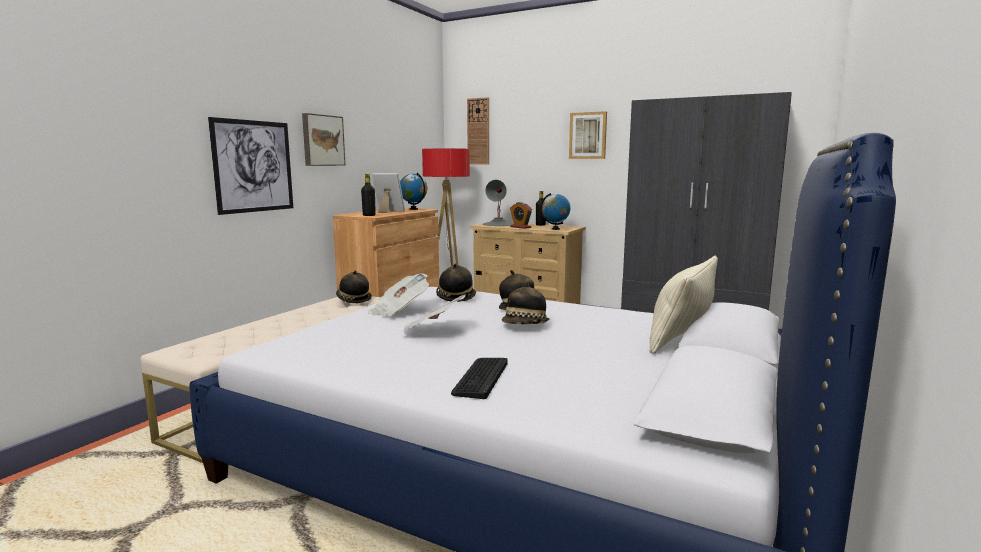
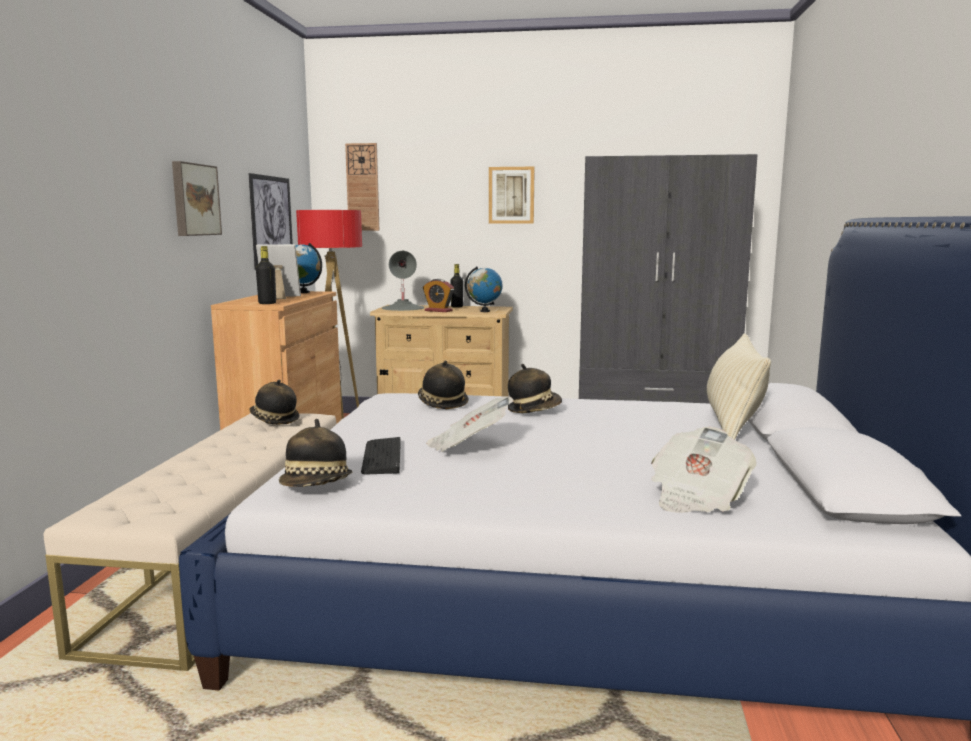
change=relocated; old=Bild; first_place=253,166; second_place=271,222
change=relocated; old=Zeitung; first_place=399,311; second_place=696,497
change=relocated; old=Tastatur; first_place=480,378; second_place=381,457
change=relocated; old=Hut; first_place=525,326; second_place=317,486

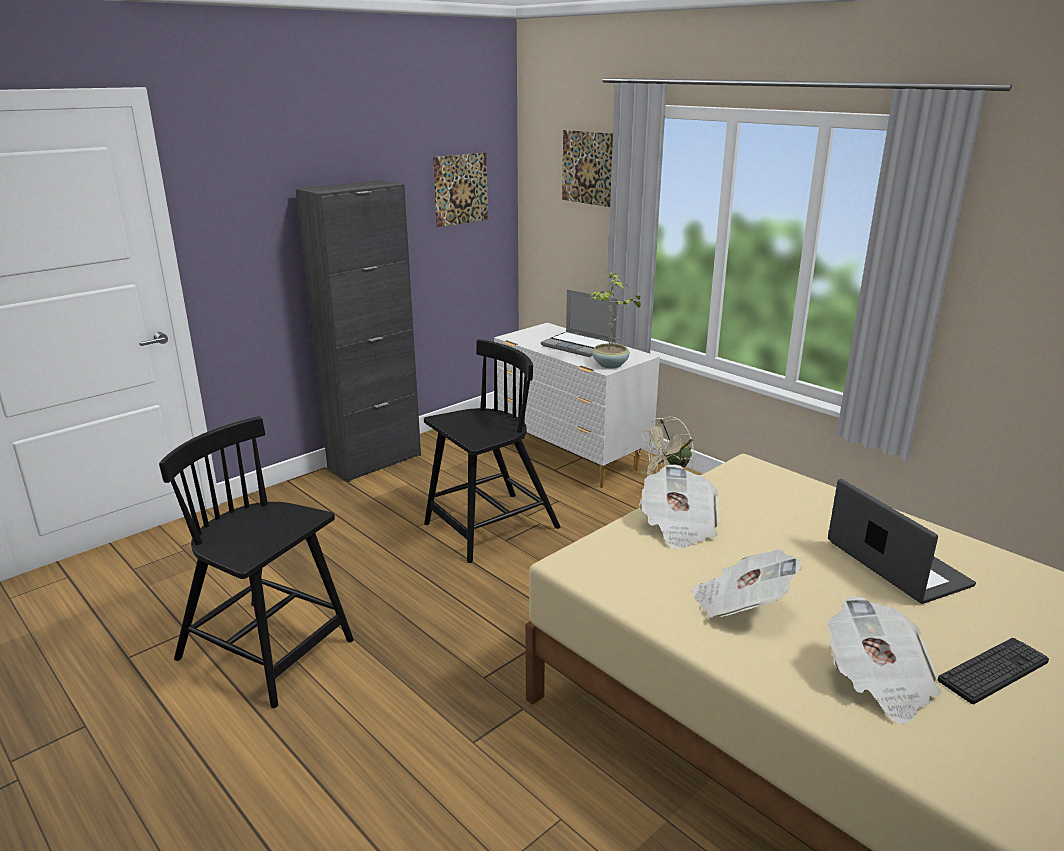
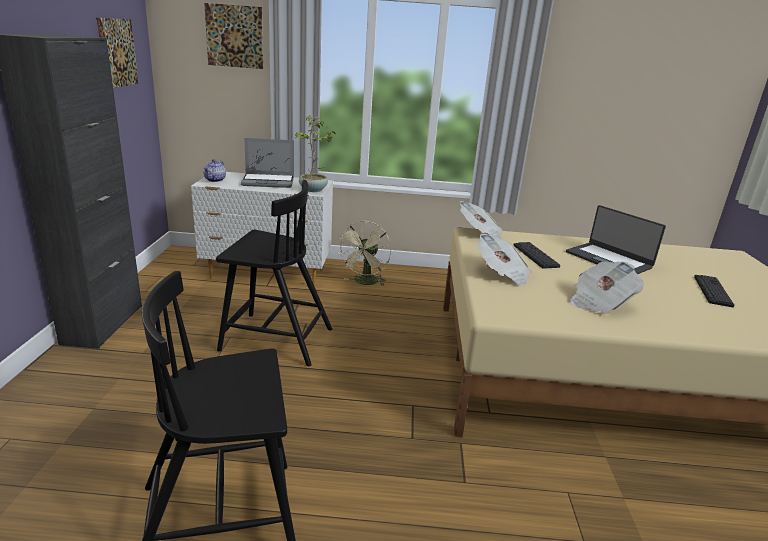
change=spun; old=Stuhl (schwarz); first_place=490,527; second_place=275,339; degrees=90
change=spun; old=Laptop; first_place=896,564; second_place=609,260; degrees=-150
change=relocated; old=Zeitung; first_place=878,682; second_place=480,233
change=appeared; new=Teekanne; second_place=215,180
change=appeared; new=Tastatur; second_place=535,255

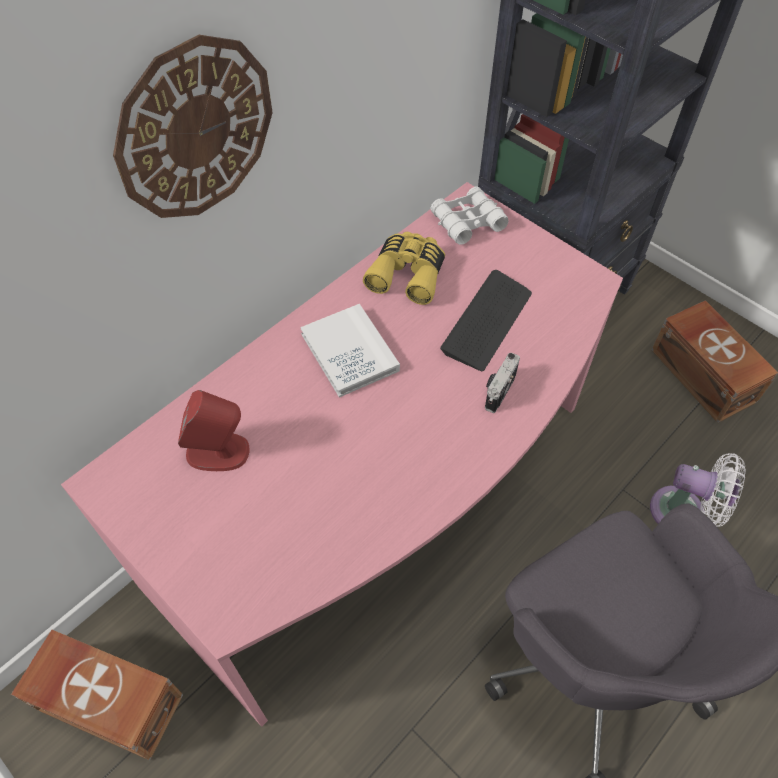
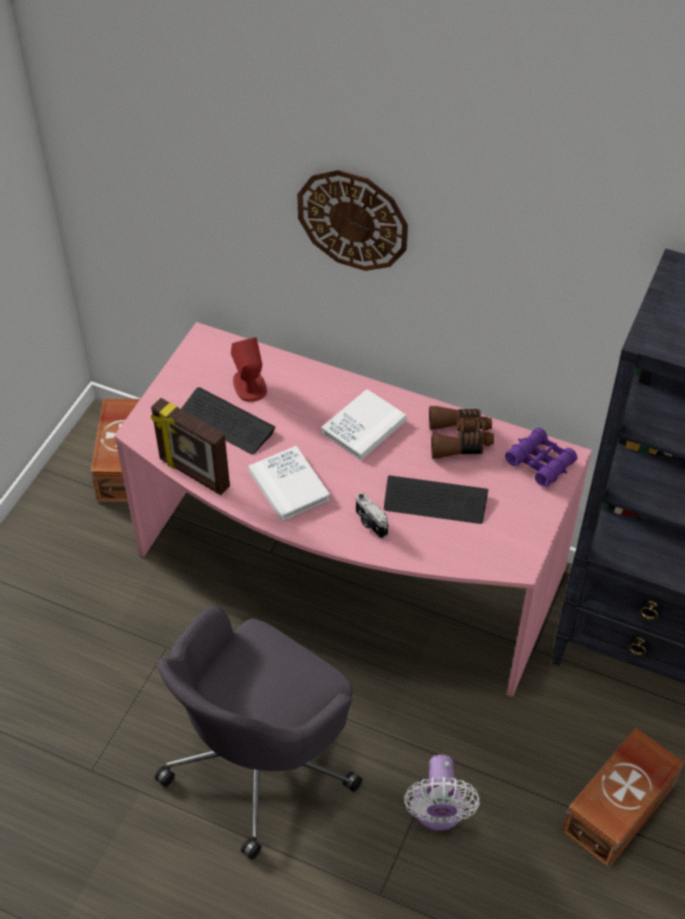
change=colour; old=Fernglas (gelb); new=Fernglas (braun); first_place=408,274; second_place=459,439
change=colour; old=Fernglas (weiß); new=Fernglas (lila); first_place=467,222; second_place=540,462
change=spun; old=Kamera; first_place=498,390; second_place=370,524; degrees=-135
change=appeared; new=Bilderrahmen; second_place=193,474
change=appeared; new=Tastatur; second_place=226,422
change=appeared; new=Buch (weiß); second_place=289,485

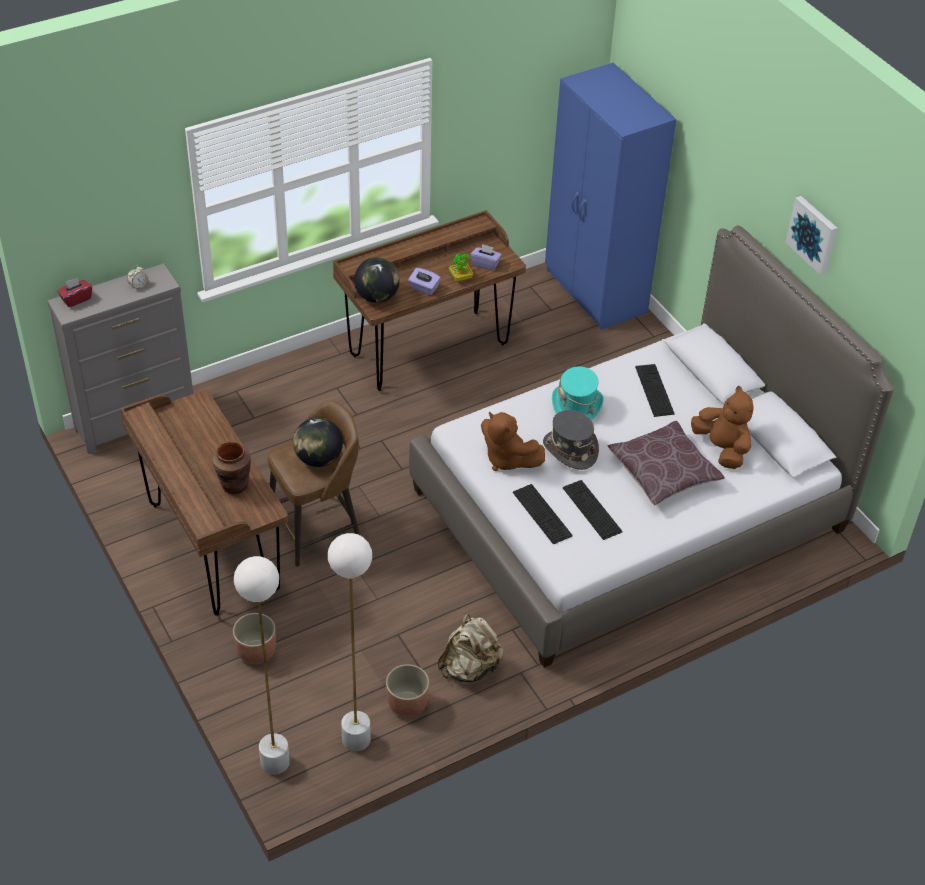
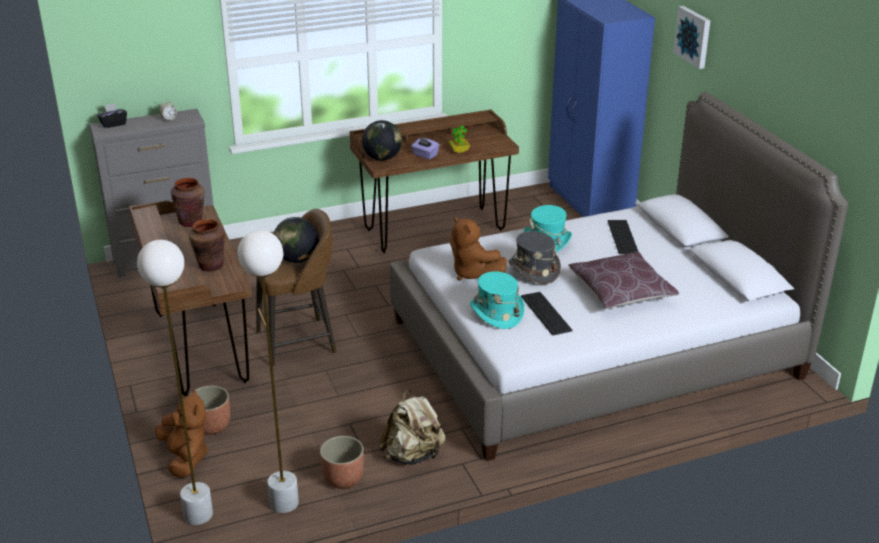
change=colour; old=Taschentuchbox (rot); new=Taschentuchbox (schwarz); first_place=76,299; second_place=113,124
change=missing; old=Taschentuchbox (lila); first_place=485,264
change=exchanged; old=Tastatur; new=Hut (türkis); first_place=542,514; second_place=496,313
change=relocated; old=Plüschtier (braun); first_place=722,449; second_place=185,458
change=relocated; old=Bild; first_place=813,234; second_place=693,36
change=appeared; new=Vase (braun); second_place=191,222

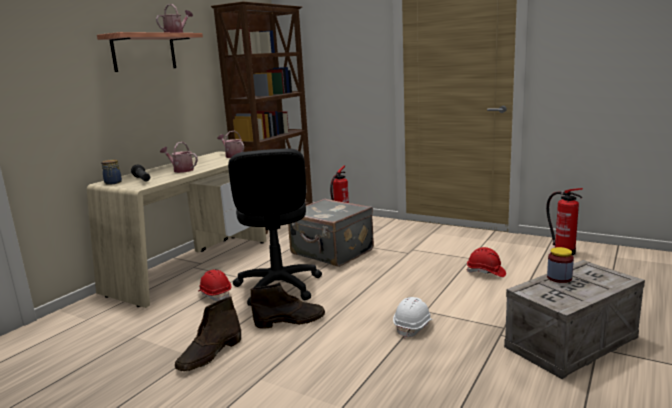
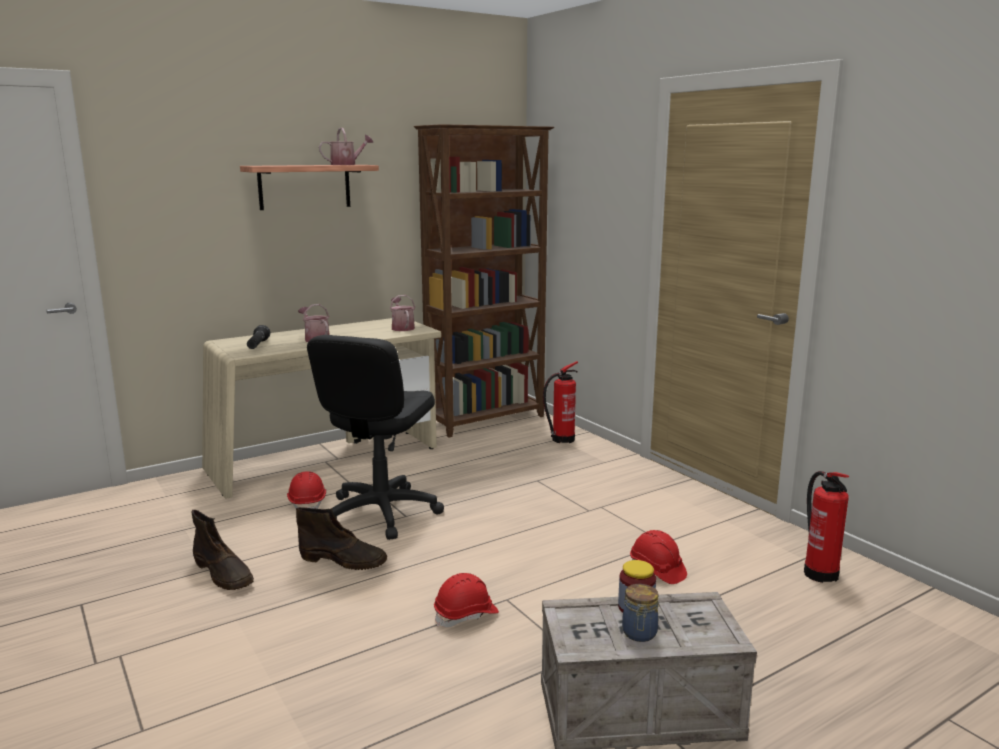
change=relocated; old=Vorratsglas; first_place=113,183; second_place=639,634
change=spun; old=Stiefel (braun); first_place=210,355; second_place=224,574; degrees=-105
change=missing; old=Koffer (grau); first_place=331,253
change=colour; old=Schutzhelm (weiß); new=Schutzhelm (rot); first_place=413,326; second_place=466,615

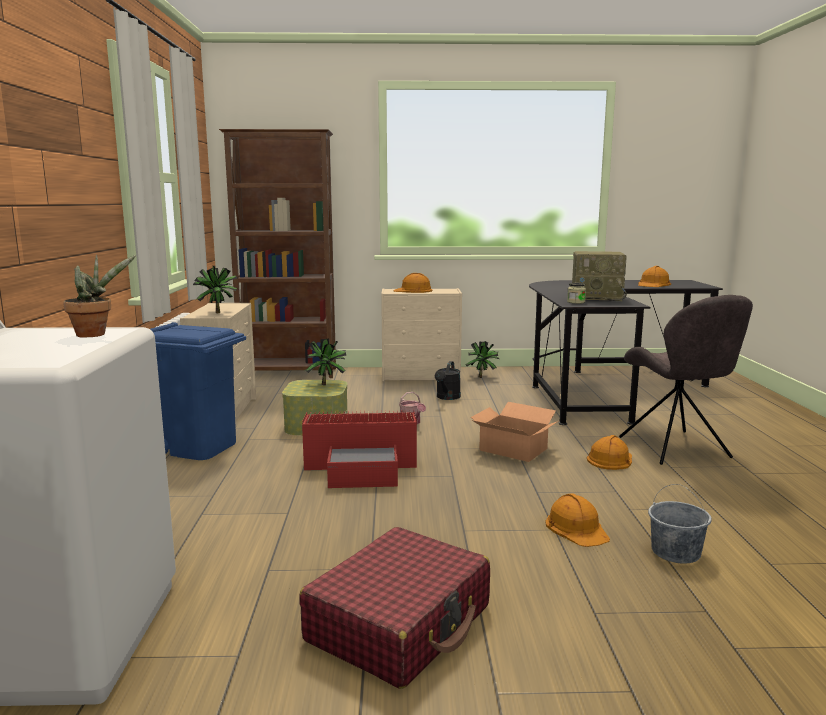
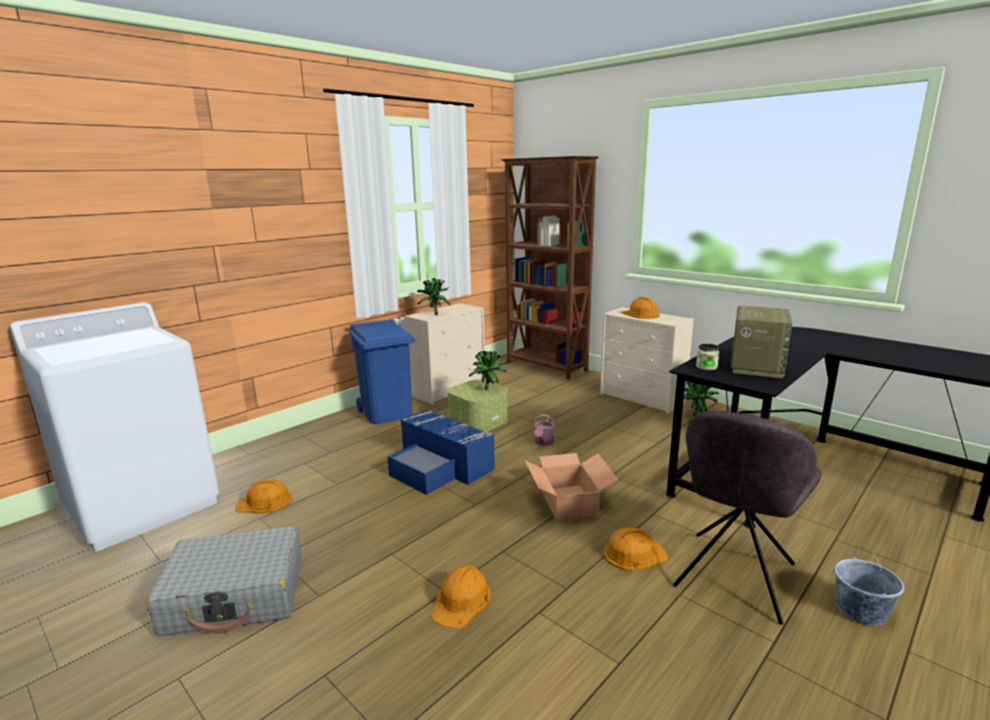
change=missing; old=Topfpflanze; first_place=95,334
change=colour; old=Koffer (rot); new=Koffer (grau); first_place=400,623; second_place=236,595
change=colour; old=Aufbewahrungsbox (rot); new=Aufbewahrungsbox (blau); first_place=363,465; second_place=440,467
change=missing; old=Gießkanne (schwarz); first_place=447,397
change=spun; old=Radio; first_place=597,298; second_place=755,366; degrees=-120
change=relocated; old=Schutzhelm (orange); first_place=653,284; second_place=264,502
change=relocated; old=Eimer (grau); first_place=676,552; second_place=861,610

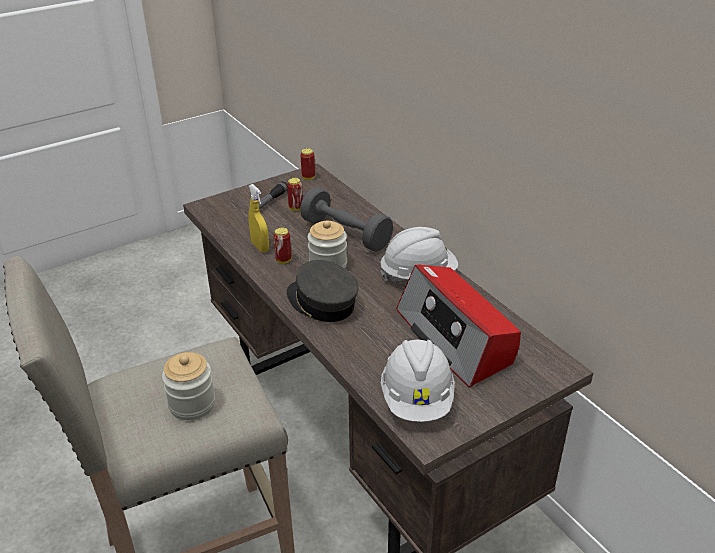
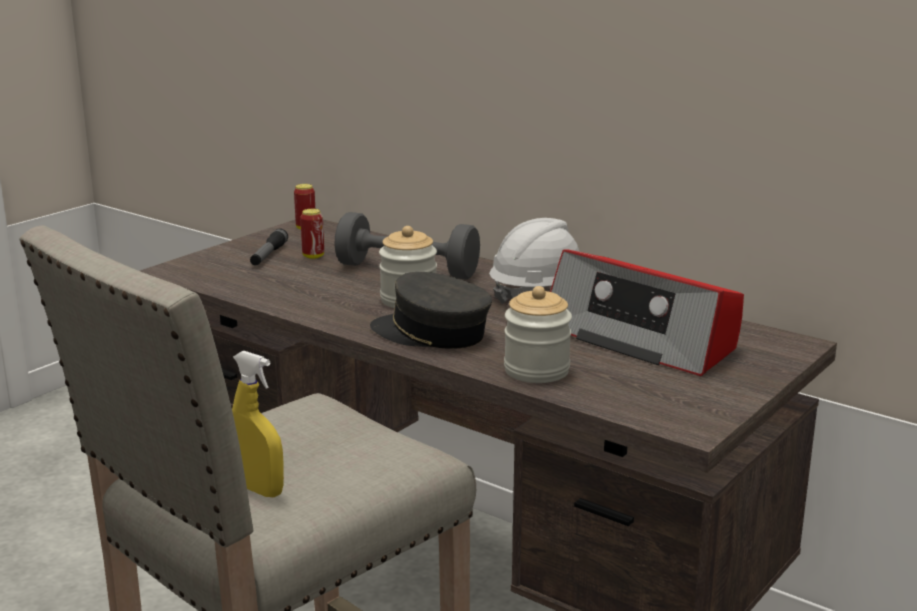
change=relocated; old=Vorratsglas; first_place=192,404; second_place=536,370
change=relocated; old=Sprühflasche (gelb); first_place=260,247; second_place=259,490
change=missing; old=Dose; first_place=283,260
change=missing; old=Schutzhelm (weiß); first_place=417,399

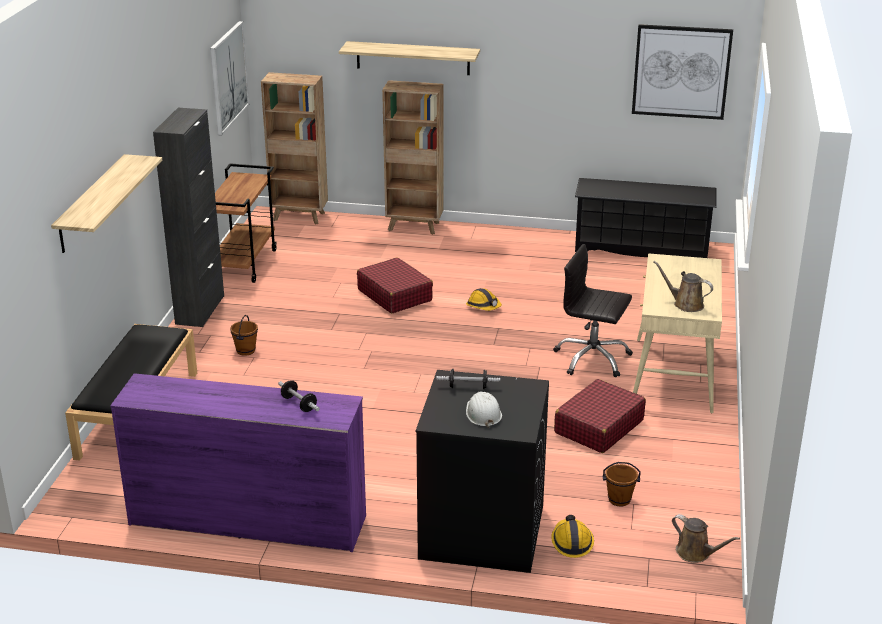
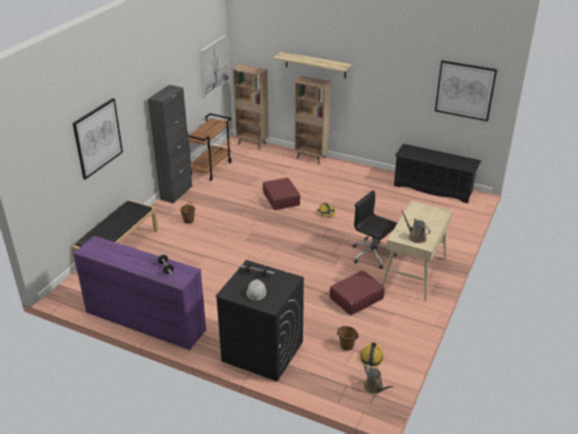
change=exchanged; old=Wandregal; new=Bild; first_place=91,203; second_place=98,138
change=relocated; old=Schutzhelm; first_place=571,542; second_place=371,357

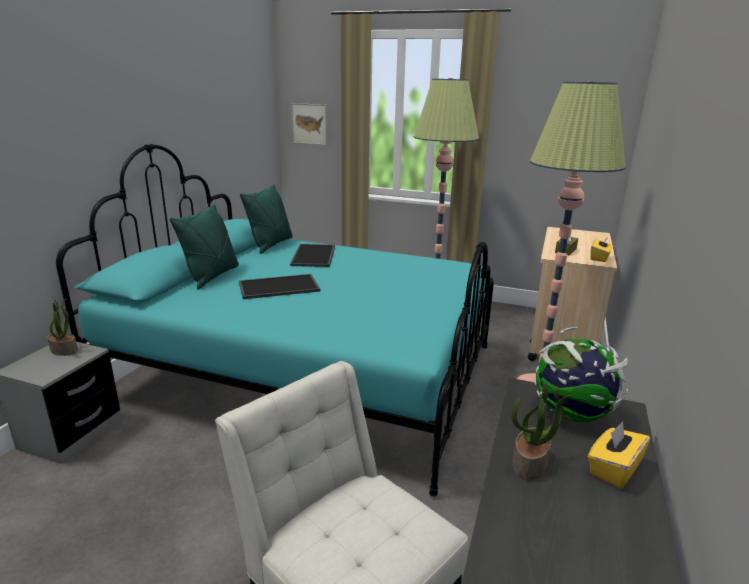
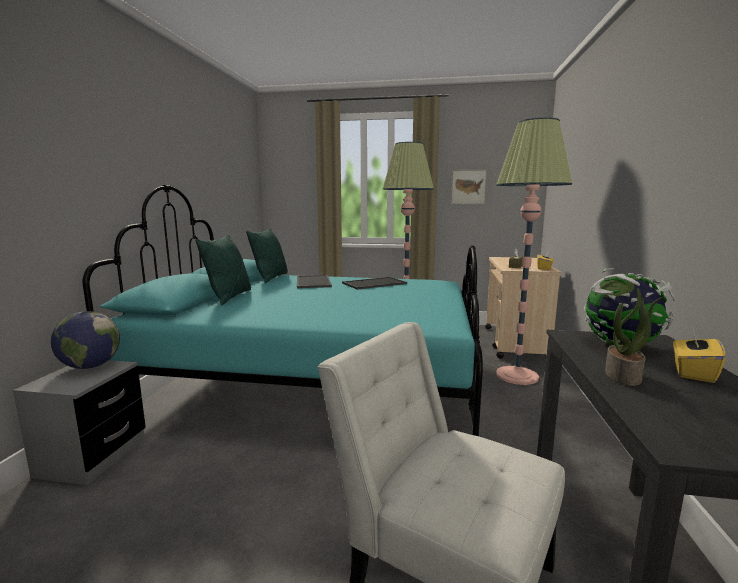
change=exchanged; old=Topfpflanze; new=Globus; first_place=65,350; second_place=90,366
change=relocated; old=Tablett; first_place=278,287; second_place=374,283
change=relocated; old=Bild; first_place=309,124; second_place=468,186

